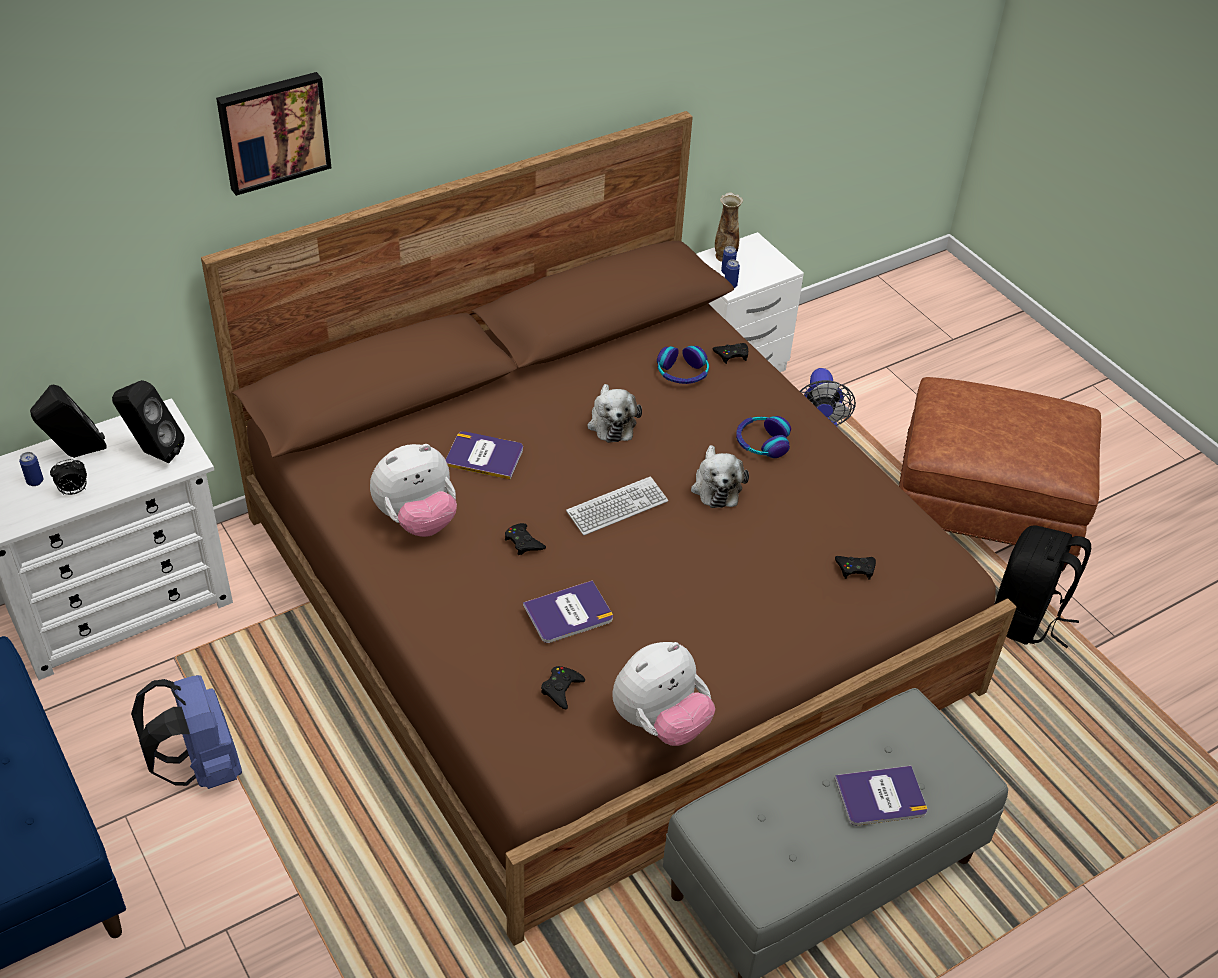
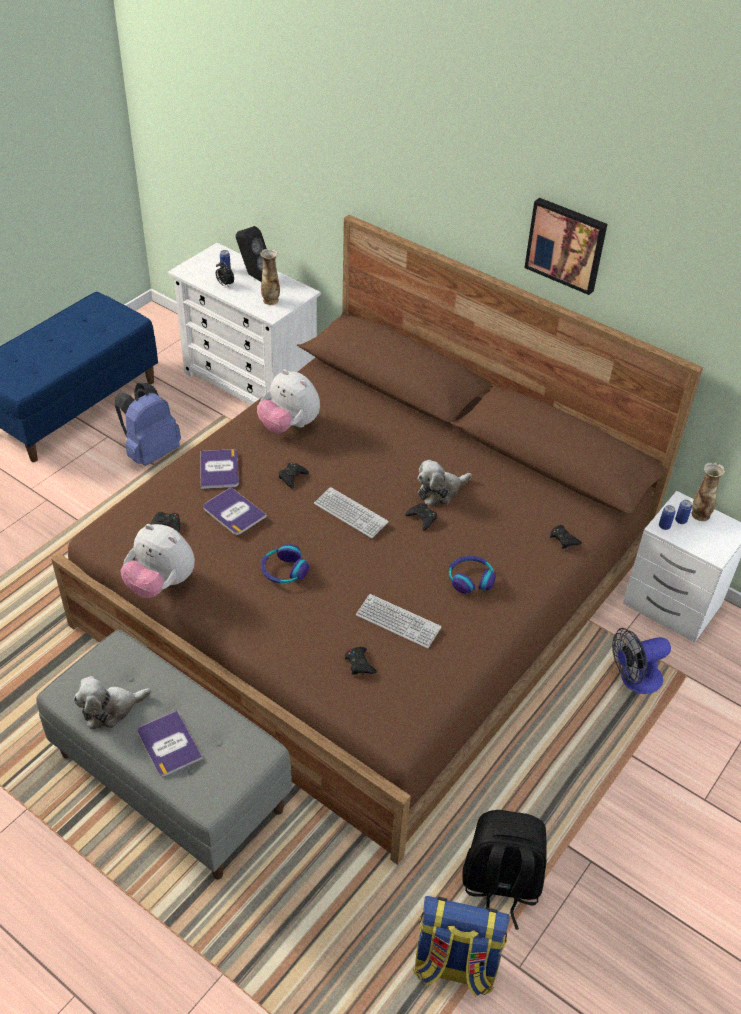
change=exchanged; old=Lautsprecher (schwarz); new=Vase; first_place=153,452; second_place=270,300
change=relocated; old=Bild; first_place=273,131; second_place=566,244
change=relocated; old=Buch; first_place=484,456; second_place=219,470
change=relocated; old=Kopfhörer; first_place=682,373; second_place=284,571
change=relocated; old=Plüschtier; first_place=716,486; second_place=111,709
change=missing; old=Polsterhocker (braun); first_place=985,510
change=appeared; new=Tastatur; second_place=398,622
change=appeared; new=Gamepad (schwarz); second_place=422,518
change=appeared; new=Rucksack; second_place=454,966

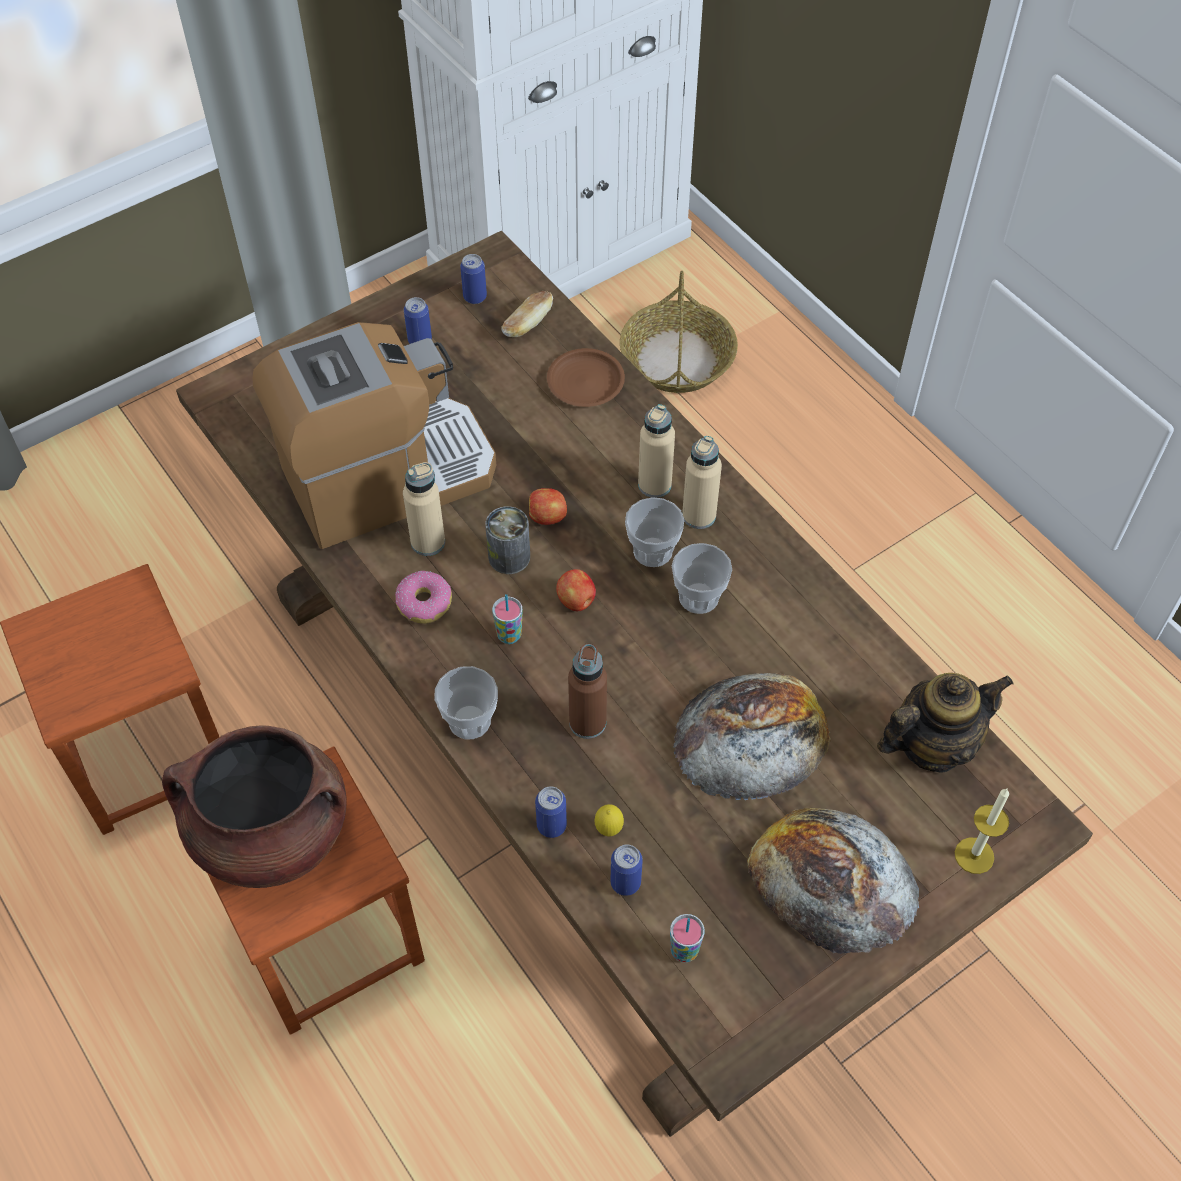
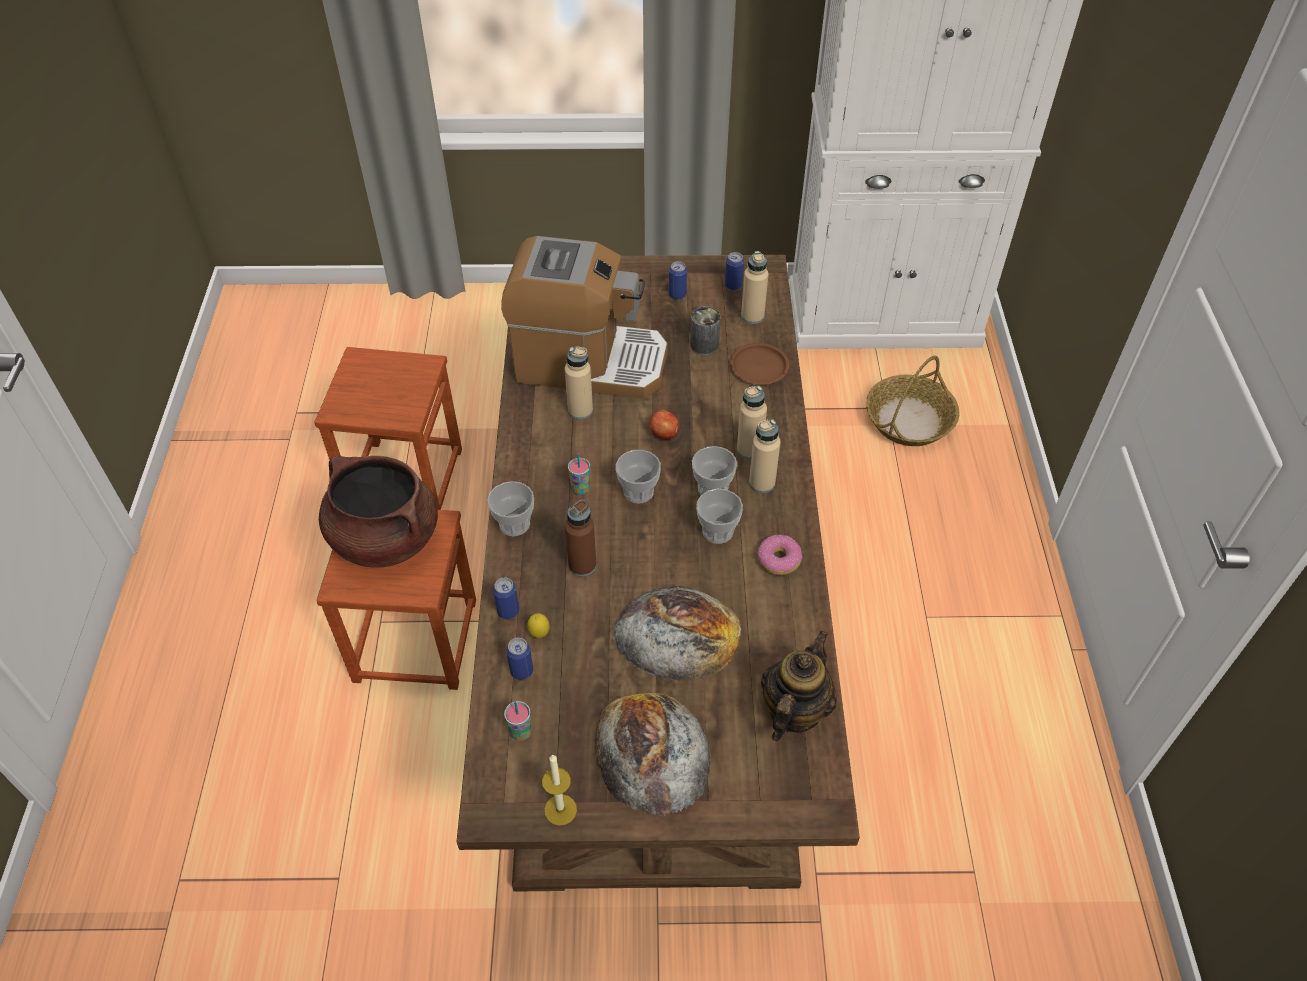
change=relocated; old=Donut; first_place=424,603; second_place=778,559
change=relocated; old=Dose; first_place=509,557; second_place=704,345
change=exchanged; old=Brot; new=Flasche (beige); first_place=527,324; second_place=752,316
change=exchanged; old=Apfel; new=Tasse; first_place=576,601; second_place=638,491
change=spun; old=Teekanne; first_place=932,745; second_place=793,711; degrees=-75
change=relocated; old=Kerze; first_place=974,855; second_place=560,810

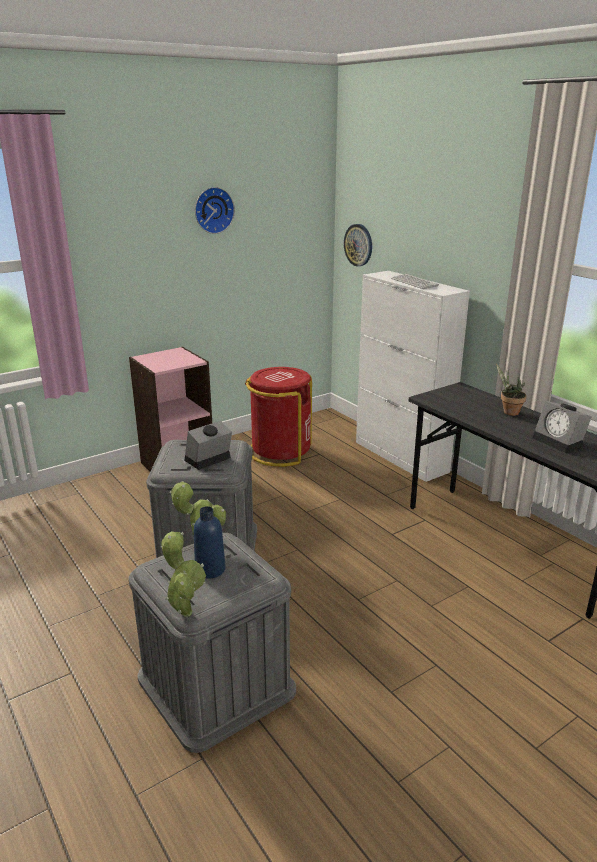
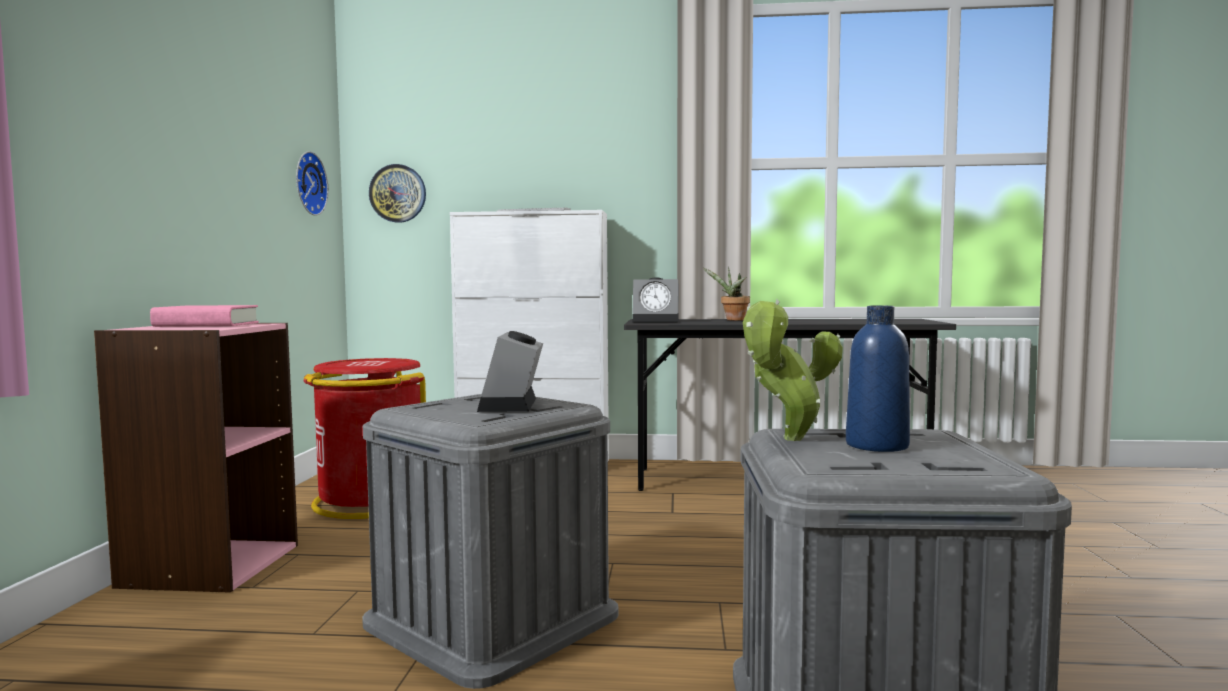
change=missing; old=Topfpflanze; first_place=185,610
change=relocated; old=Wanduhr; first_place=213,210; second_place=307,183
change=relocated; old=Wecker; first_place=560,442; second_place=657,321
change=appeared; new=Buch (rosa); second_place=207,324

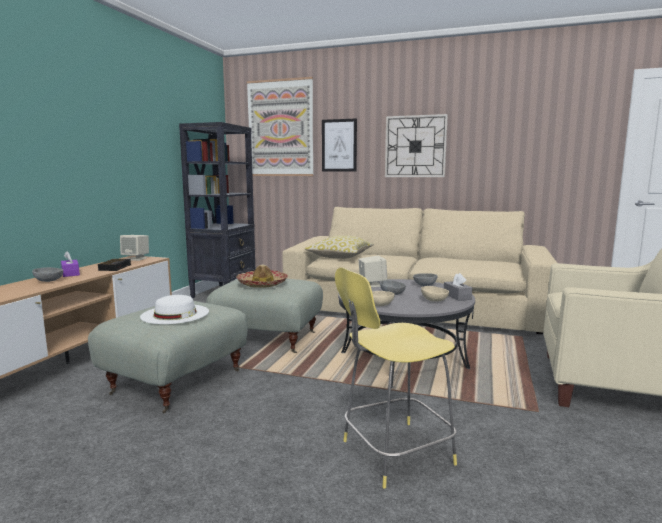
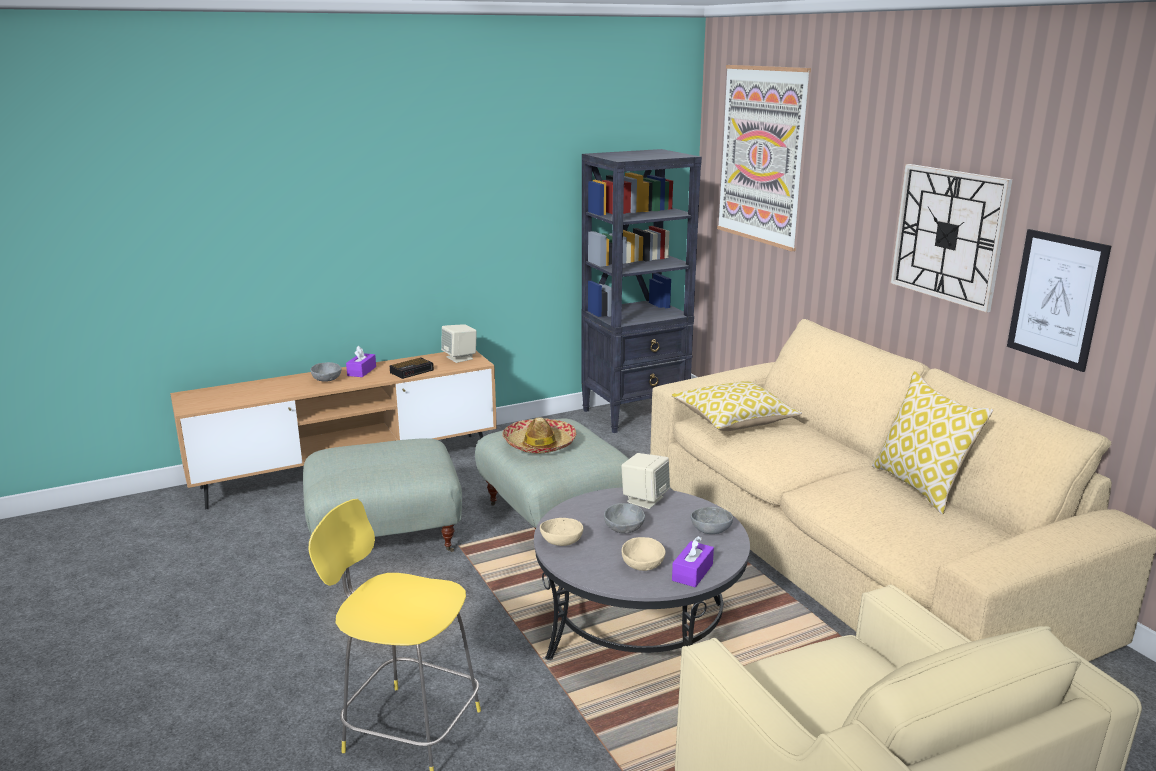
change=missing; old=Hut (weiß); first_place=175,314
change=relocated; old=Bild; first_place=339,145; second_place=1056,299
change=colour; old=Taschentuchbox (grau); new=Taschentuchbox (lila); first_place=457,296; second_place=692,572
change=appeared; new=Kissen; second_place=920,487

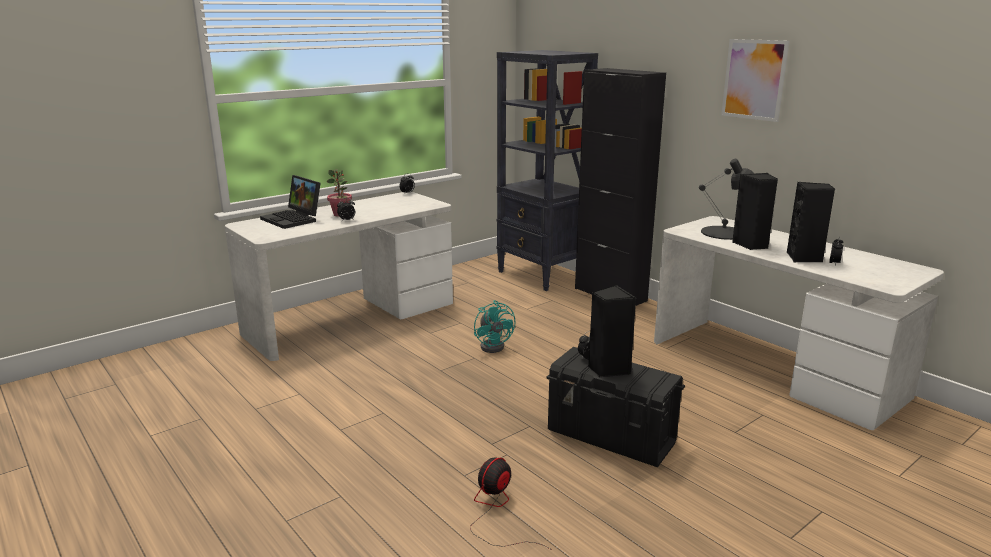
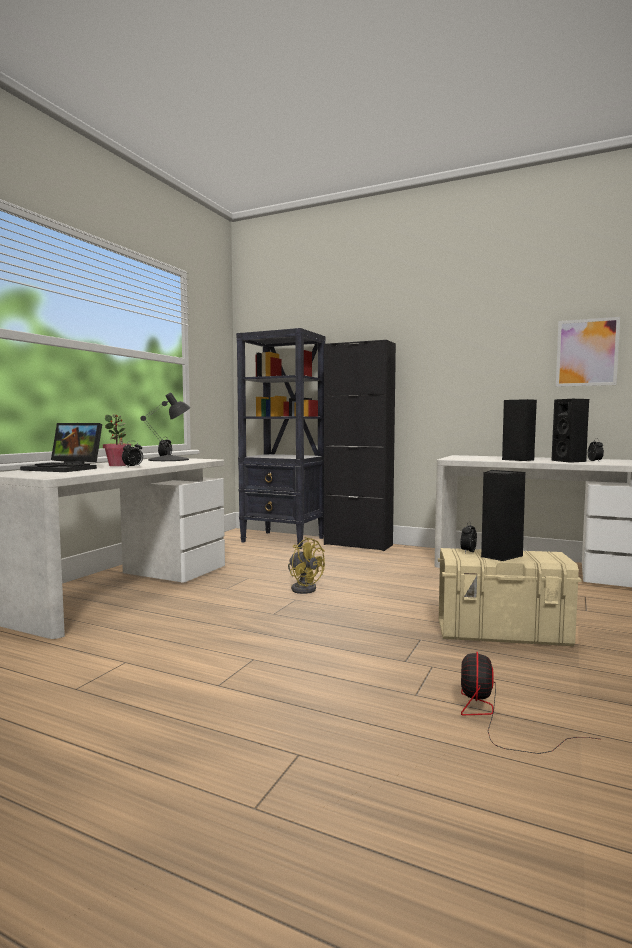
change=colour; old=Ventilator (türkis); new=Ventilator (gelb); first_place=494,345; second_place=303,588
change=colour; old=Aufbewahrungsbox (schwarz); new=Aufbewahrungsbox (beige); first_place=611,437; second_place=502,633
change=relocated; old=Tischlampe (schwarz); first_place=724,233; second_place=169,459
change=relocated; old=Bild; first_place=754,79; second_place=587,352

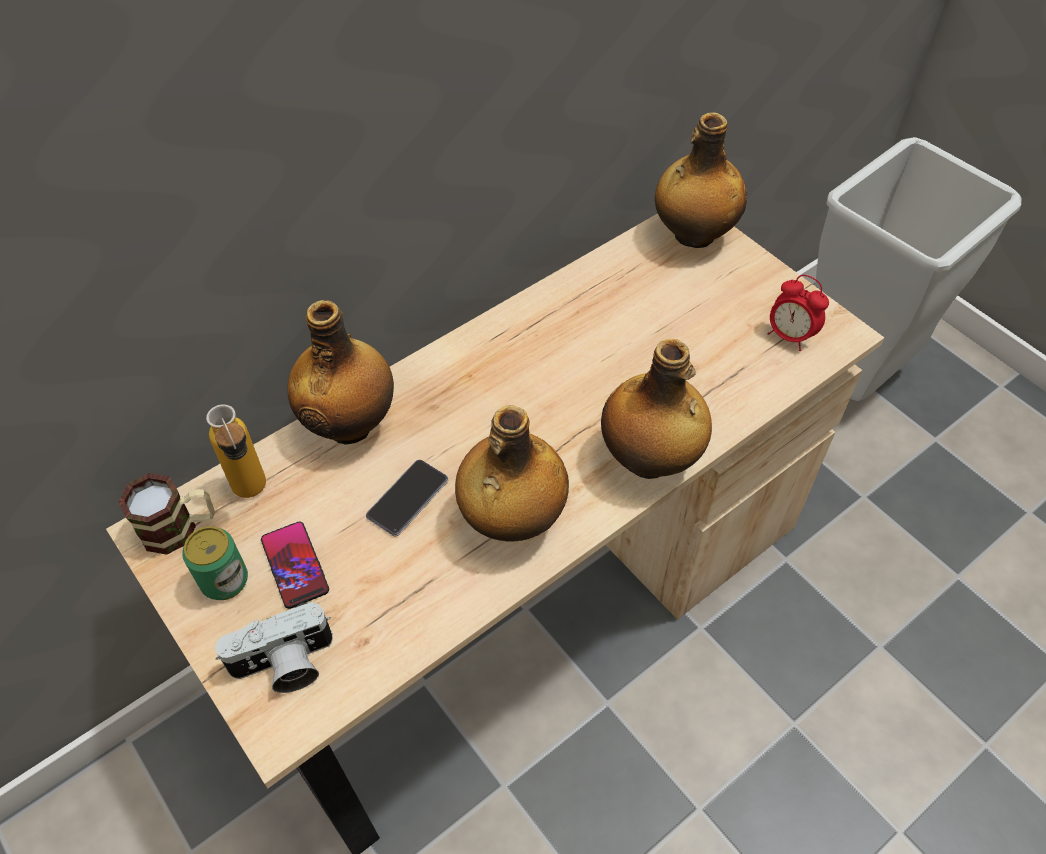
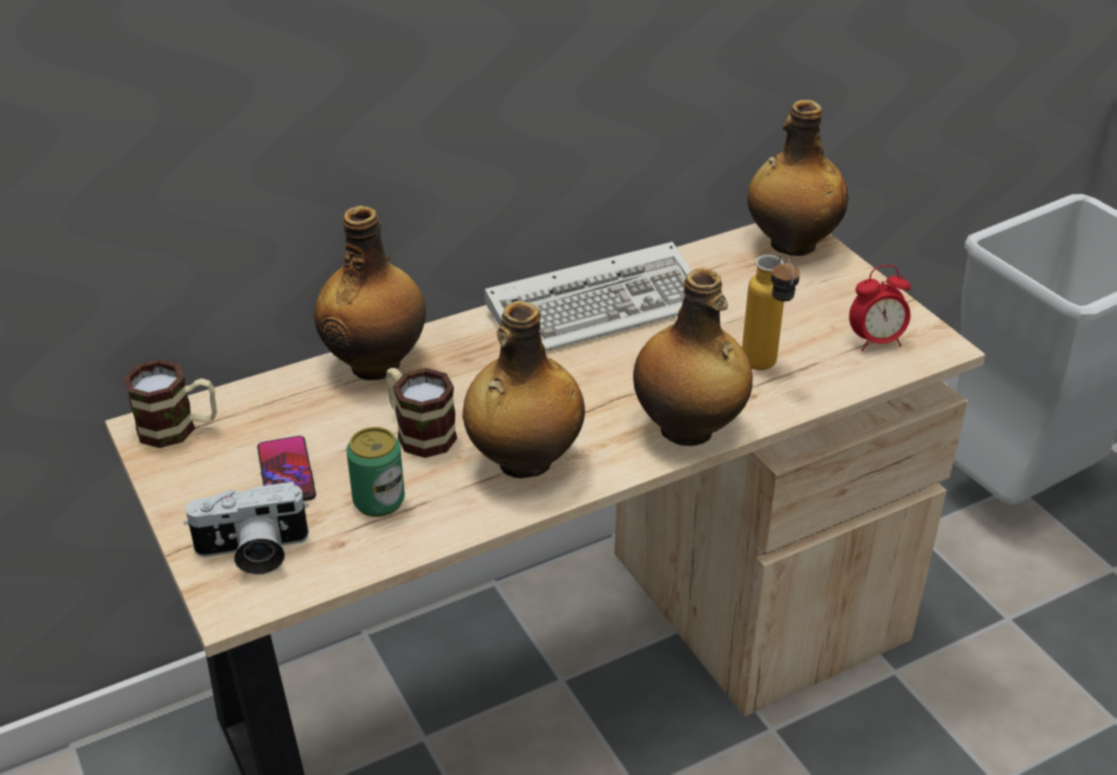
change=relocated; old=Dose; first_place=224,581; second_place=379,501
change=relocated; old=Flasche; first_place=254,496; second_place=765,370
change=exchanged; old=Handy; new=Henkelbecher; first_place=407,498; second_place=418,432
change=spun; old=Wecker; first_place=789,336; second_place=876,341; degrees=-60
change=appeared; new=Tastatur; second_place=602,306

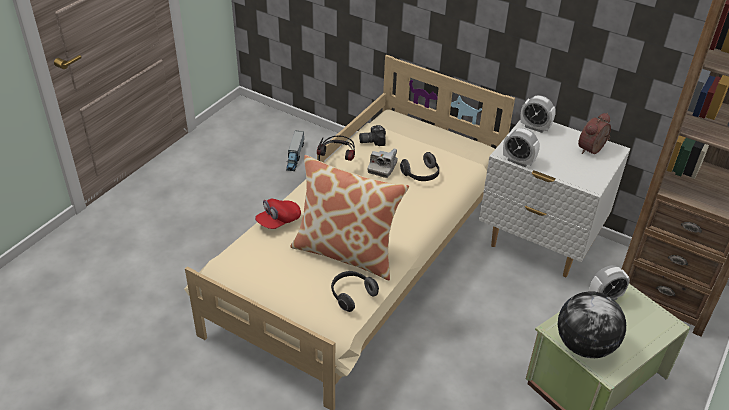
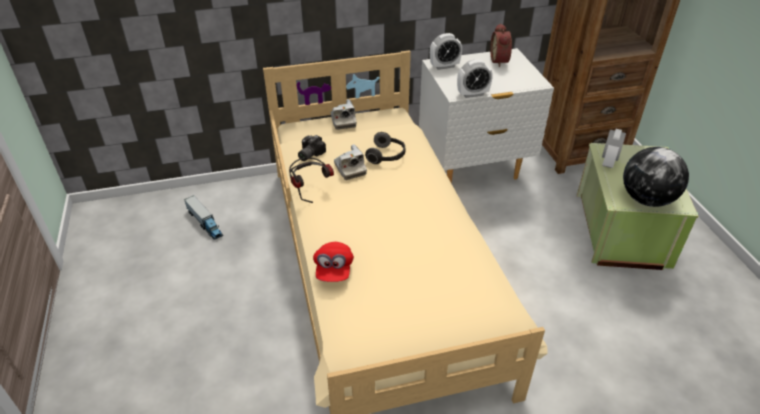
change=missing; old=Kissen; first_place=346,252
change=missing; old=Kopfhörer; first_place=351,295
change=appeared; new=Kamera; second_place=343,121

